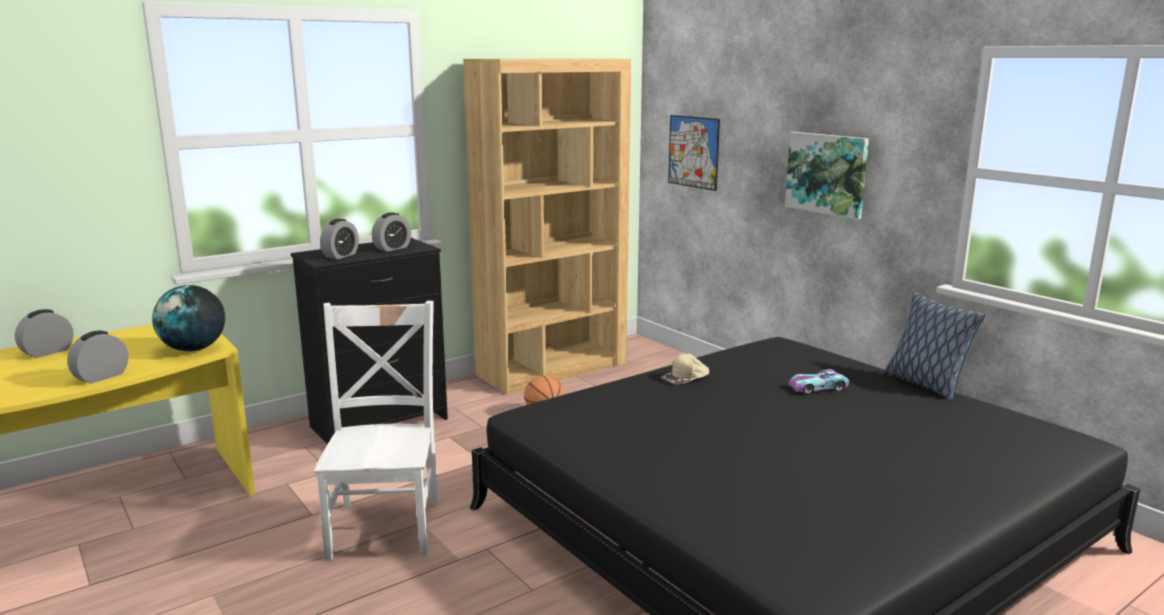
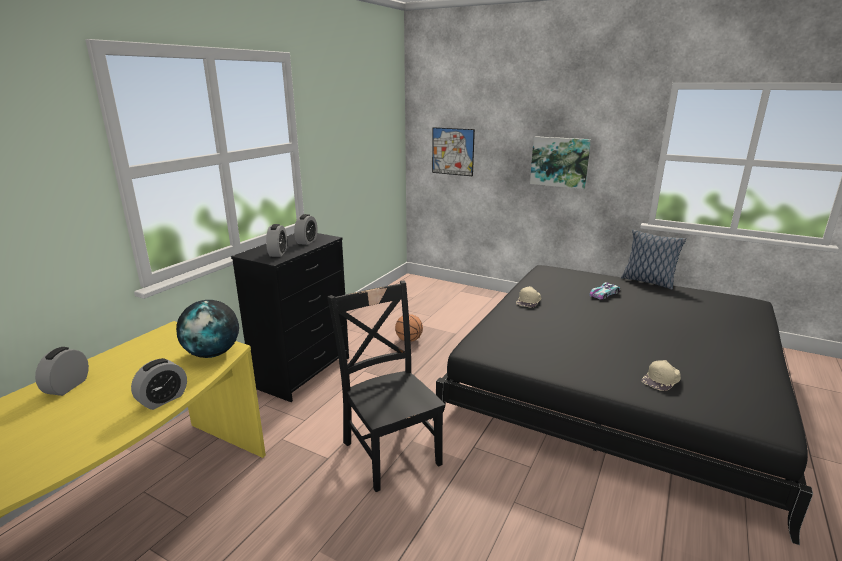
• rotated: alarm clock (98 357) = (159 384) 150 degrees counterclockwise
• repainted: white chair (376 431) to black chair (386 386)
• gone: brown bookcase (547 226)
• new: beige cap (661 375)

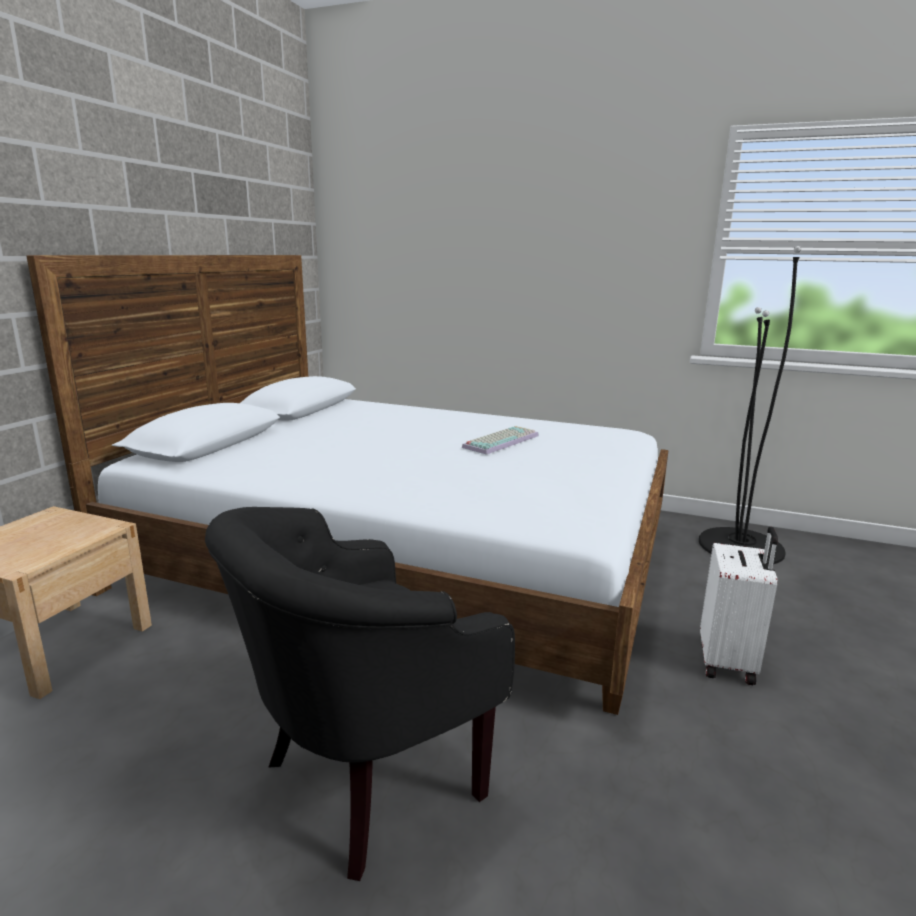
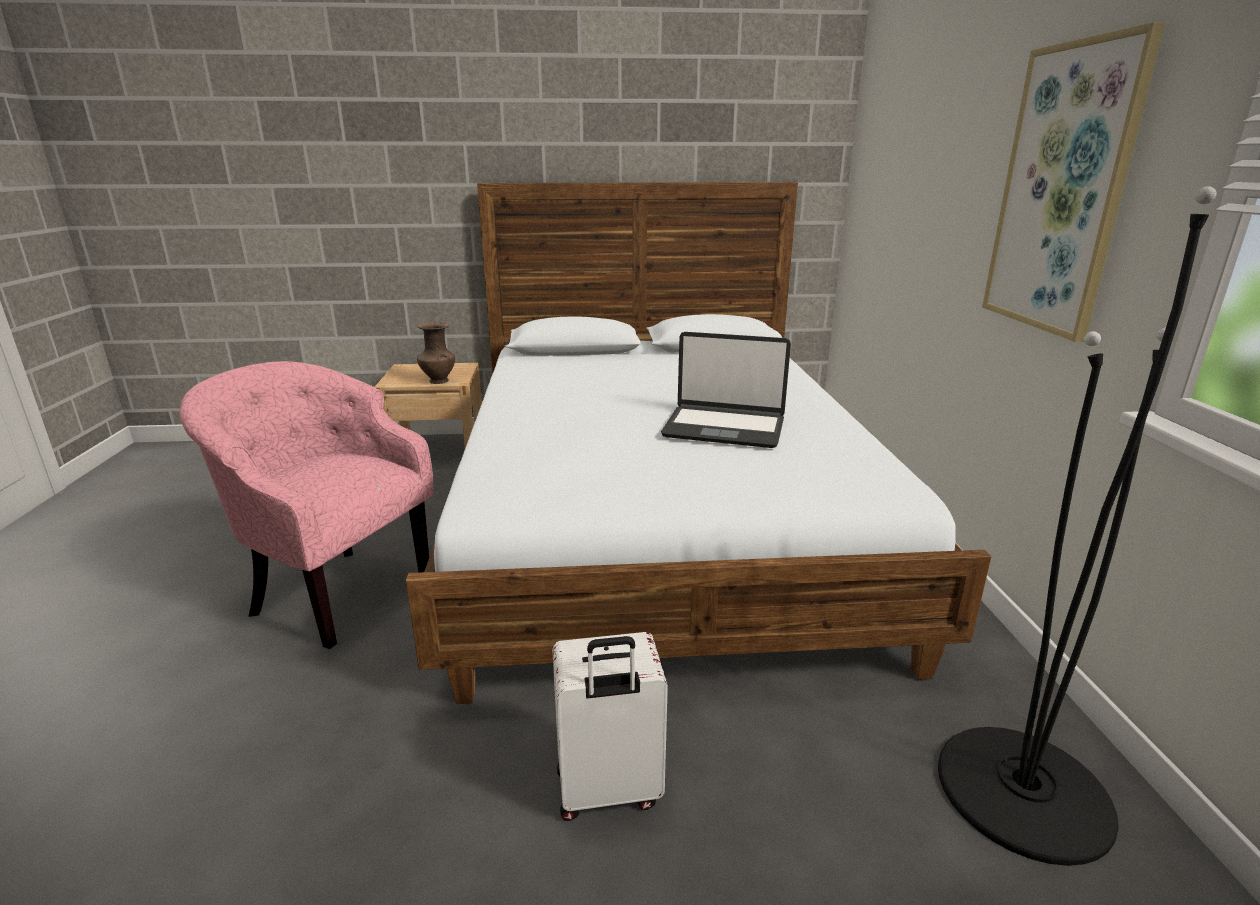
• repainted: black armchair (360 694) to pink armchair (306 505)
• swapped: keyboard (500 440) to laptop (726 390)
• new: brown vase (436 353)
• new: picture (1074 182)

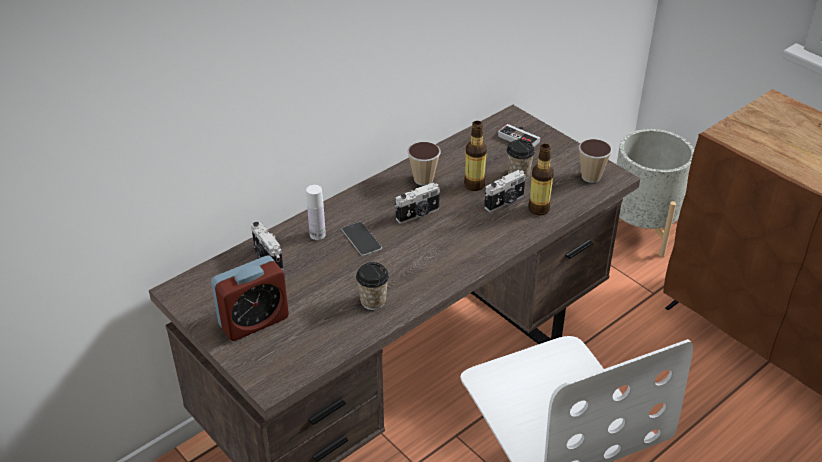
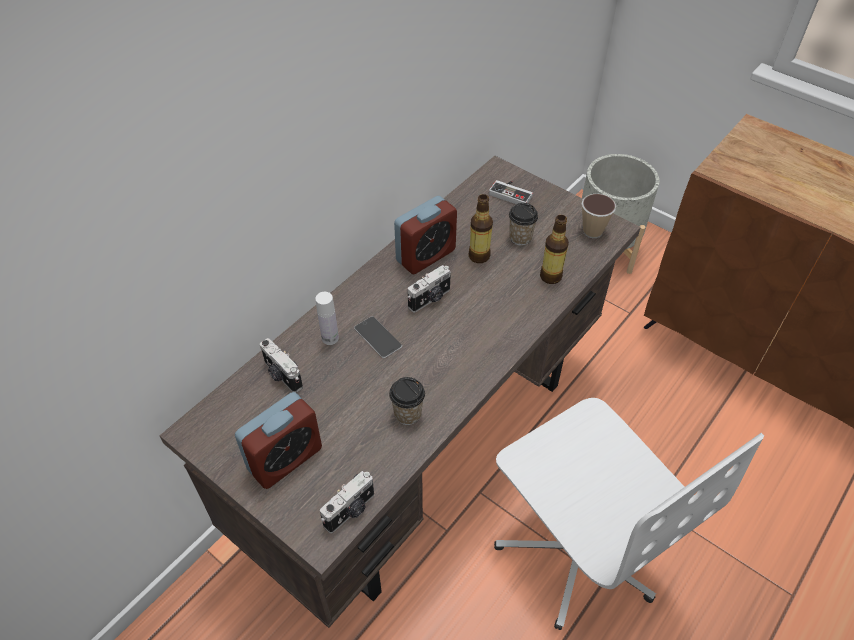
• swapped: cup (424 164) to alarm clock (425 235)
• shifted: photo camera (505 191) to (347 502)

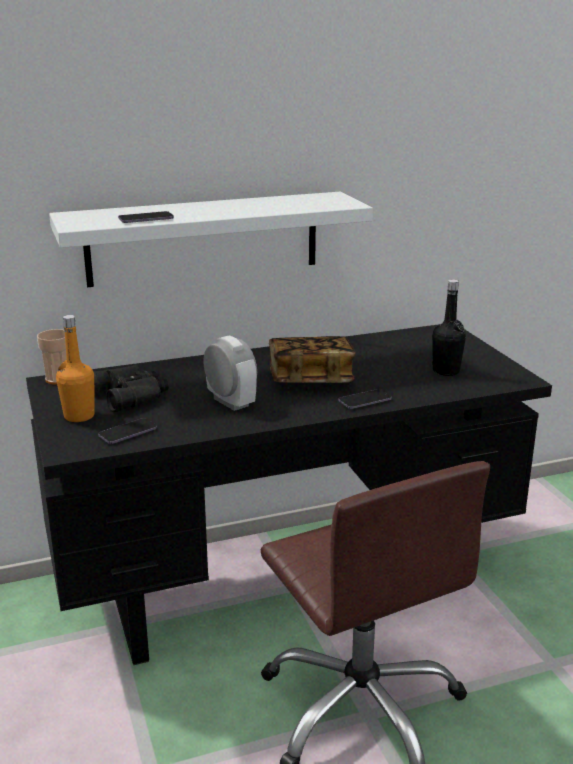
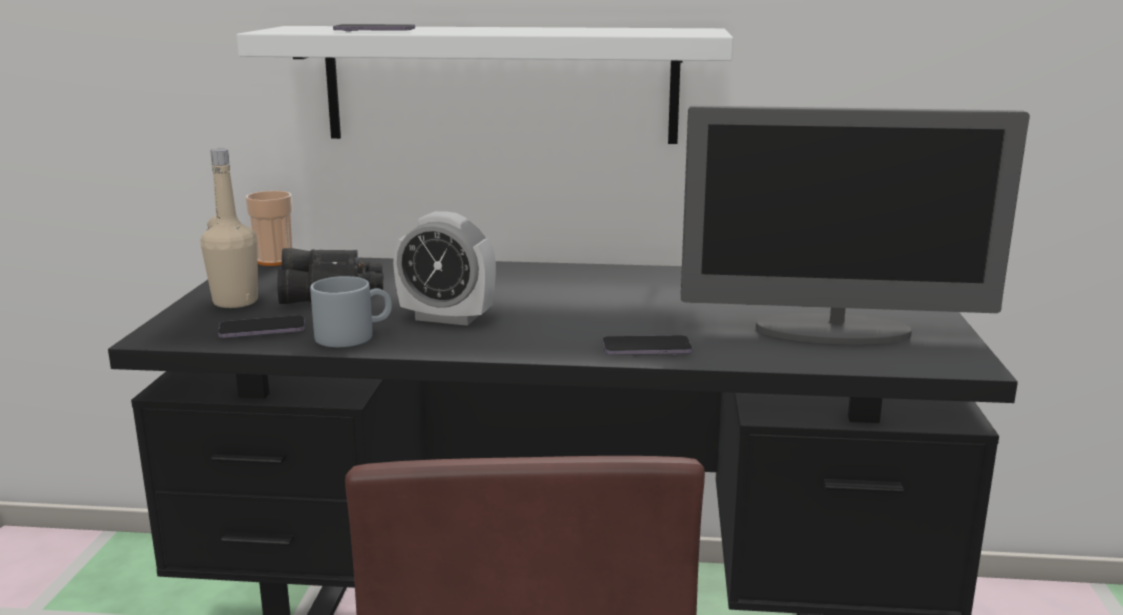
• repainted: orange bottle (75 368) to beige bottle (229 228)
• rotated: alarm clock (230 373) = (444 268) 120 degrees clockwise
• gone: book (312 359)
• swapped: black bottle (449 327) to monitor (855 225)
• new: grey mug (351 311)

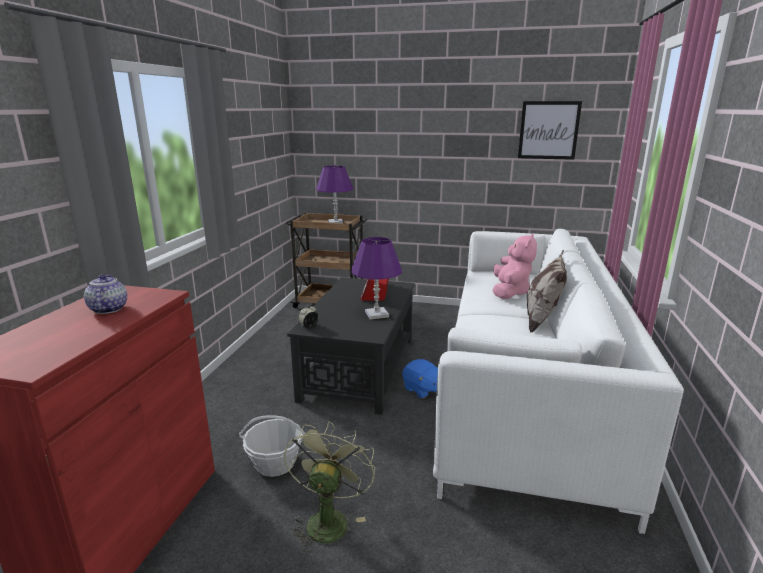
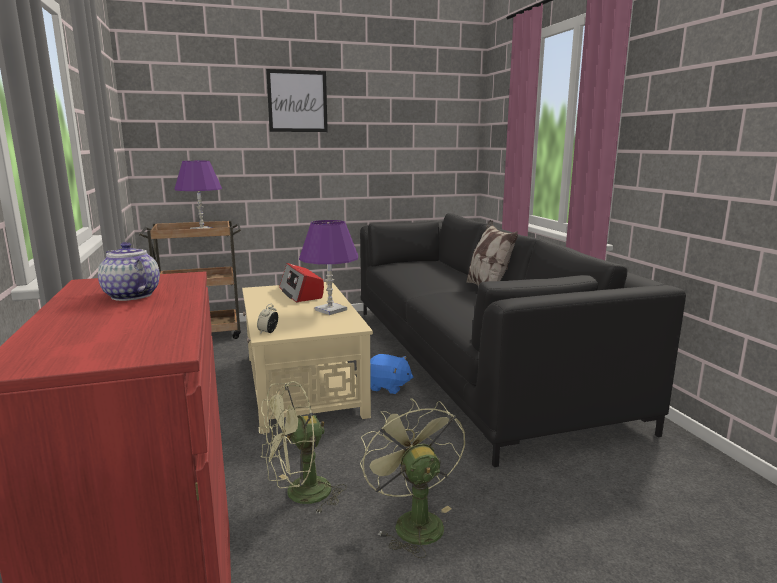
• swapped: basket (272 446) to green fan (303 447)
• repainted: black coffee table (351 346) to beige coffee table (307 358)
• repainted: white sofa (558 381) to black sofa (523 340)
• gone: pink plush toy (514 266)
• shifted: picture (550 130) to (297 100)

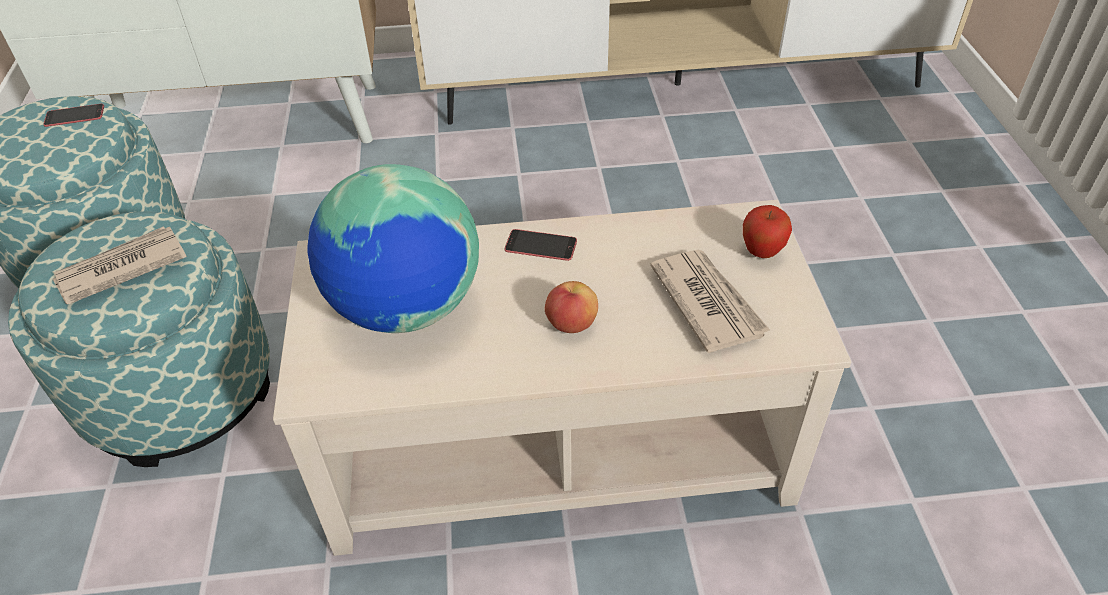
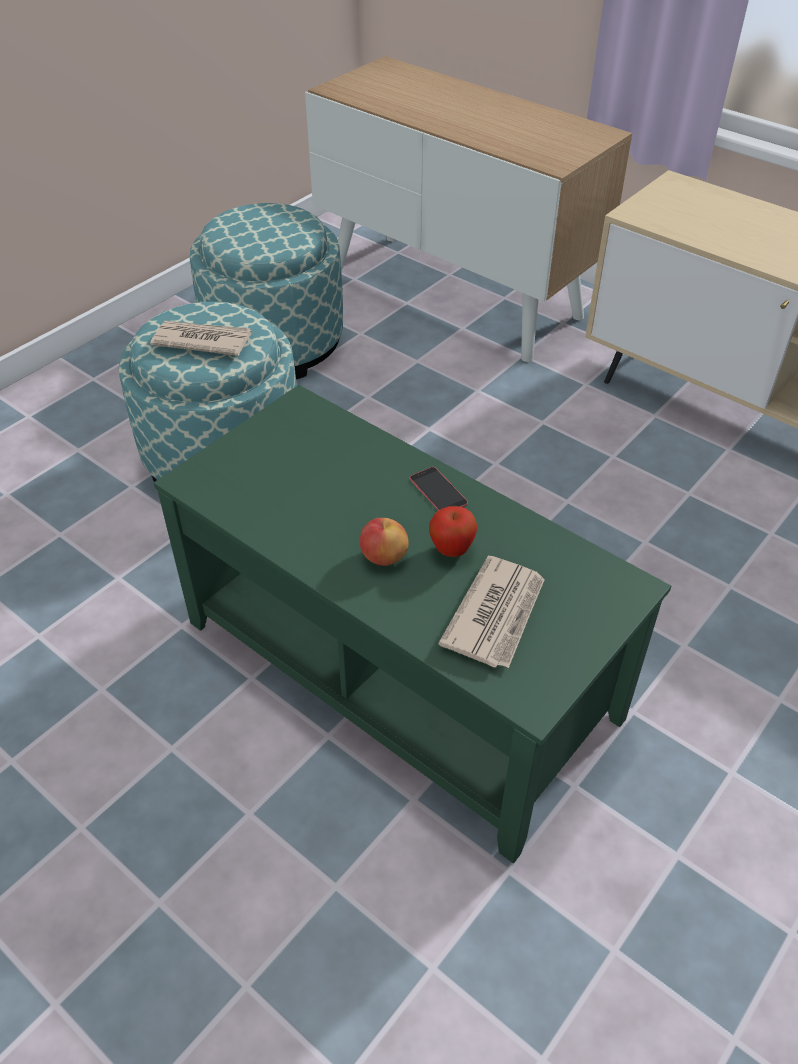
• gone: phone (73 115)
• repainted: beige coffee table (562 378) to green coffee table (412 624)
• gone: globe (393 248)
• shifted: apple (767 231) to (453 531)

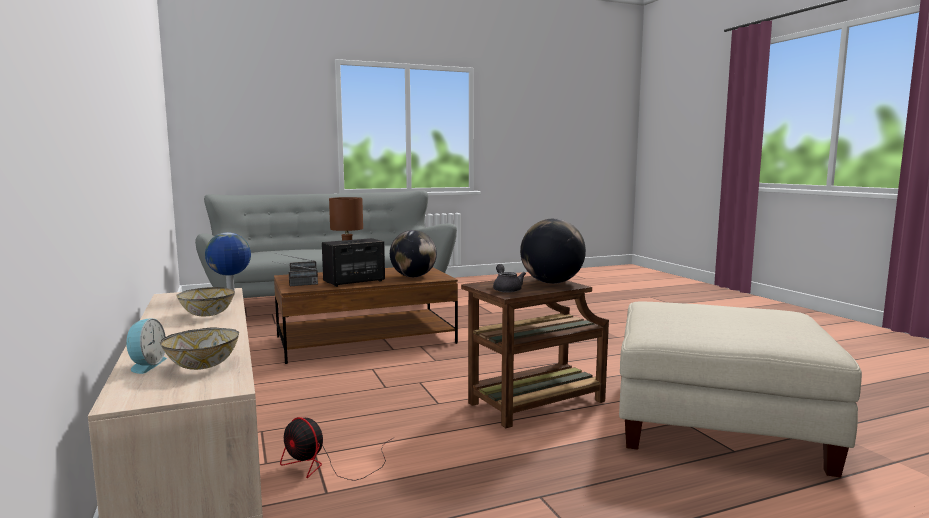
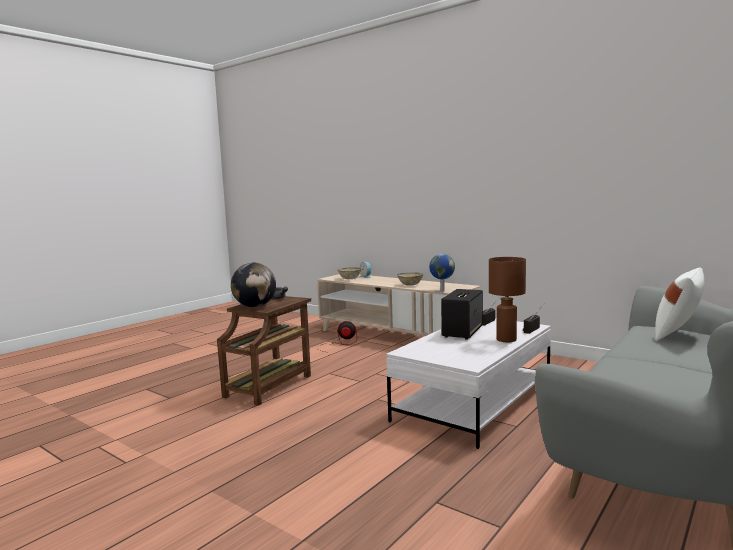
• repainted: brown coffee table (366 315) to white coffee table (468 383)
• gone: globe (413 253)
• gone: beige ottoman (740 389)
• new: white pillow (680 304)

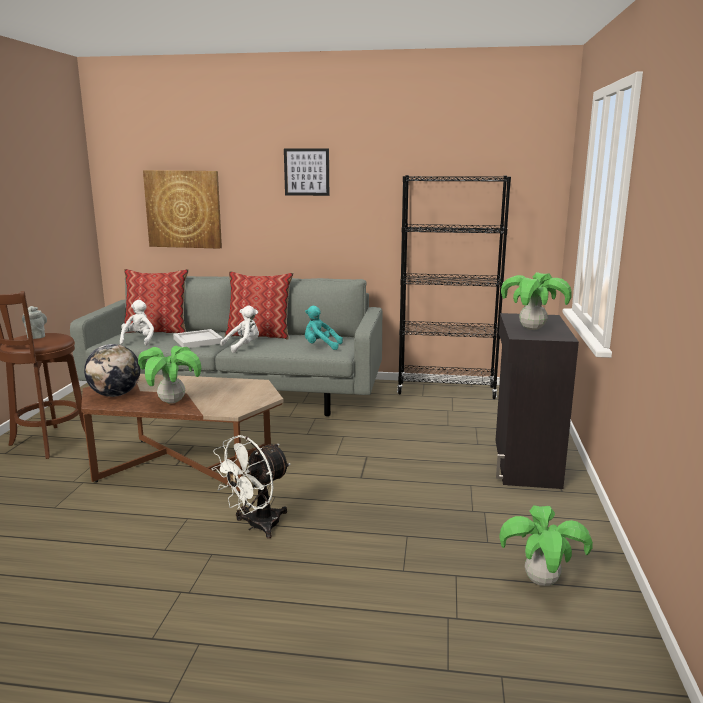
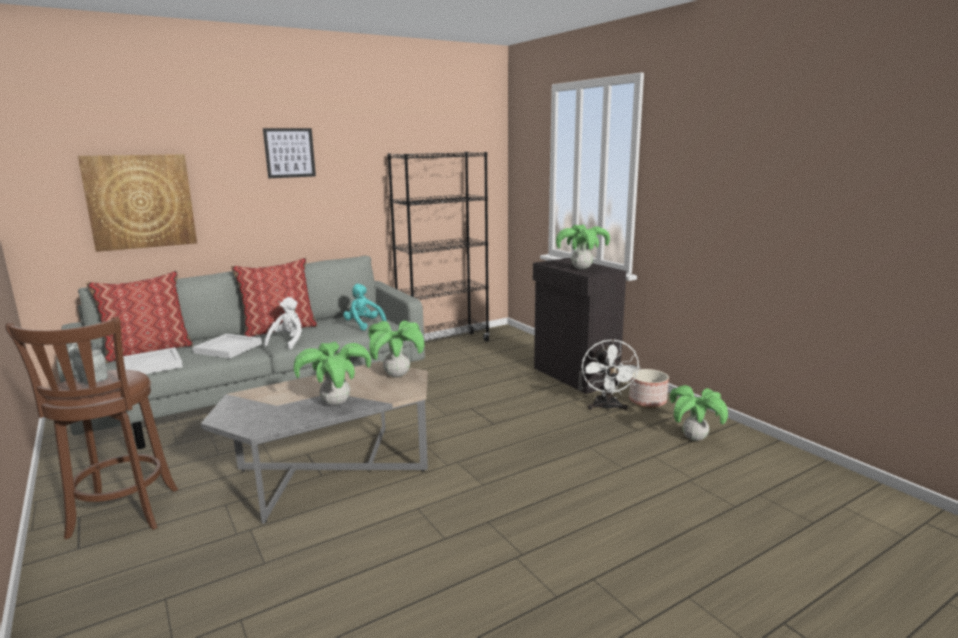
• repainted: brown coffee table (182 433) to grey coffee table (314 442)
• gone: globe (112 370)
• swapped: white plush toy (137 323) to white tray (153 360)
• shifted: white fan (250 487) to (611 375)
• rotated: turquoise plush toy (324 328) = (365 307) 75 degrees clockwise
• new: potted plant (396 349)
• new: planter (649 388)

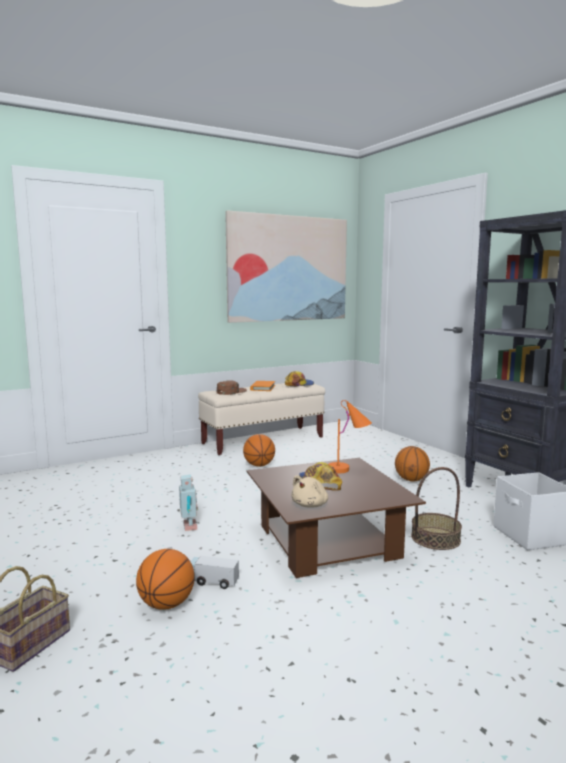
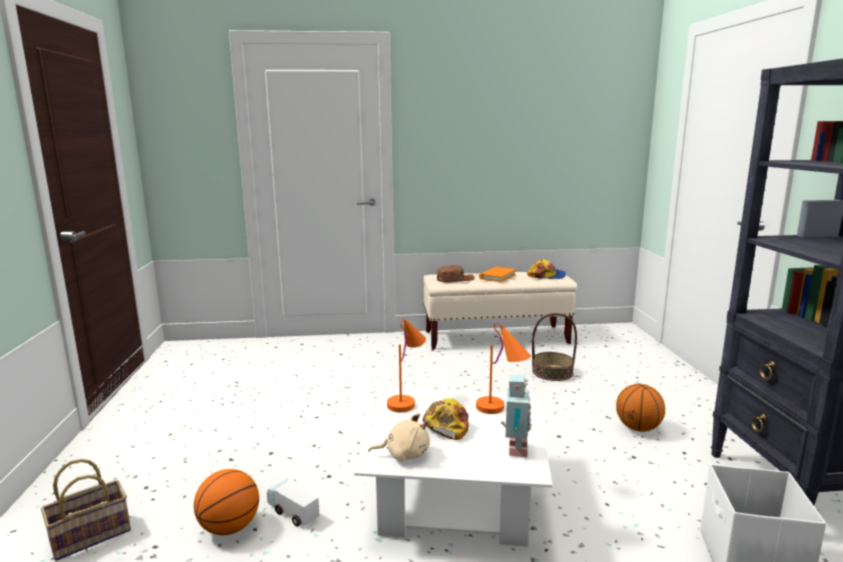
• shifted: toy robot (187 503) to (516 416)
• gone: picture (286 266)
• gone: basketball (259 450)
• repainted: brown coffee table (336 518) to white coffee table (453 467)
• rotated: beige plush toy (309 491) = (399 437) 150 degrees counterclockwise
• shifted: basket (436 508) to (554 347)
• new: orange table lamp (406 365)

